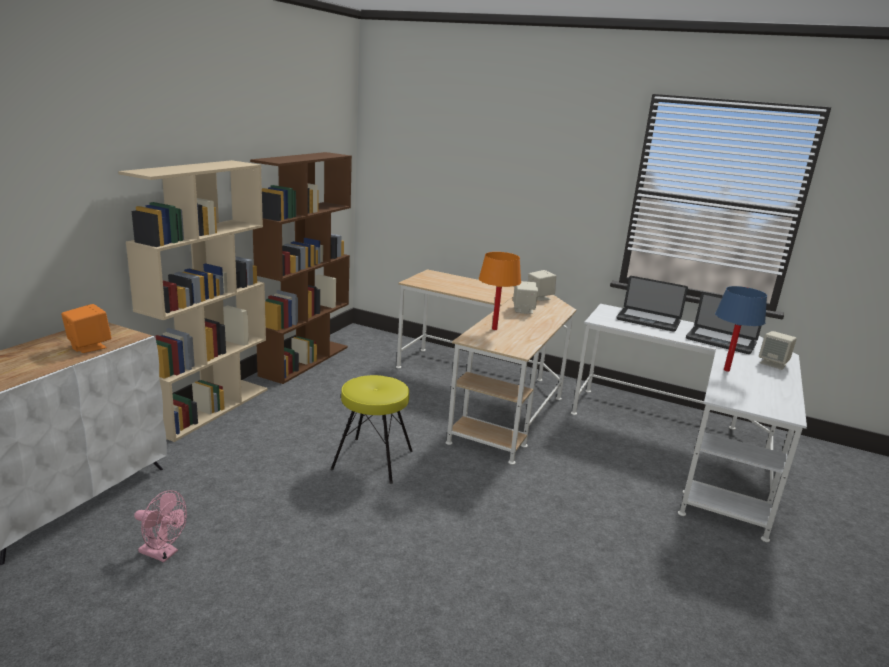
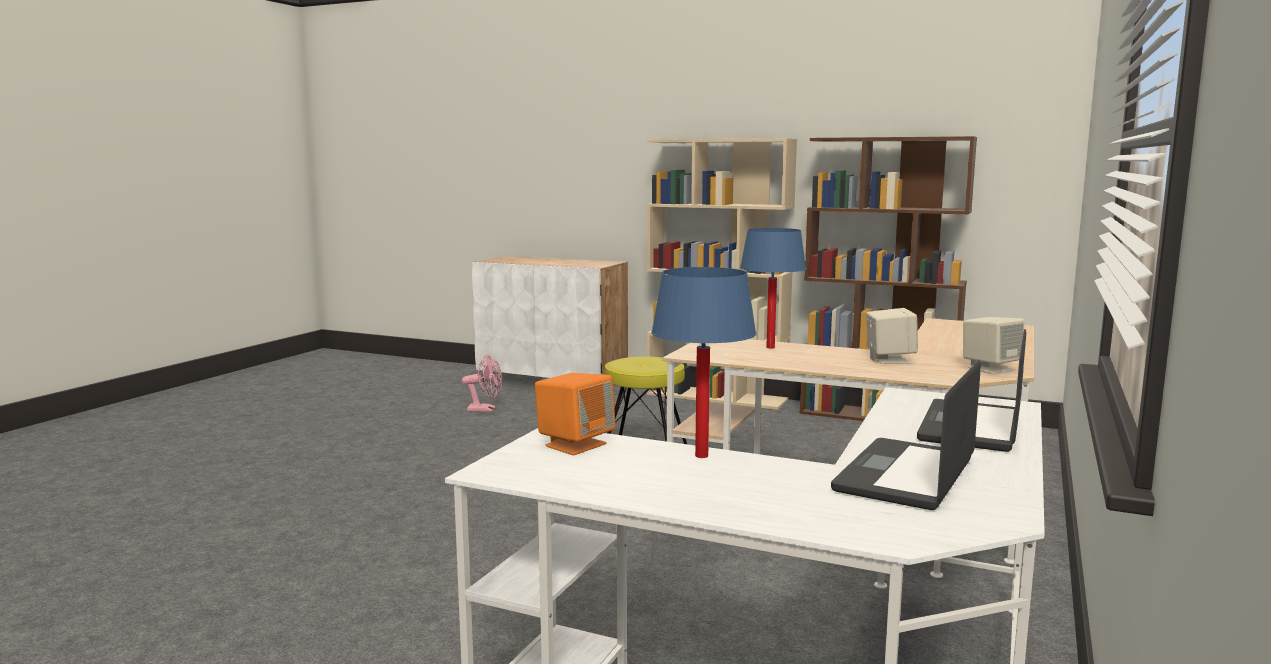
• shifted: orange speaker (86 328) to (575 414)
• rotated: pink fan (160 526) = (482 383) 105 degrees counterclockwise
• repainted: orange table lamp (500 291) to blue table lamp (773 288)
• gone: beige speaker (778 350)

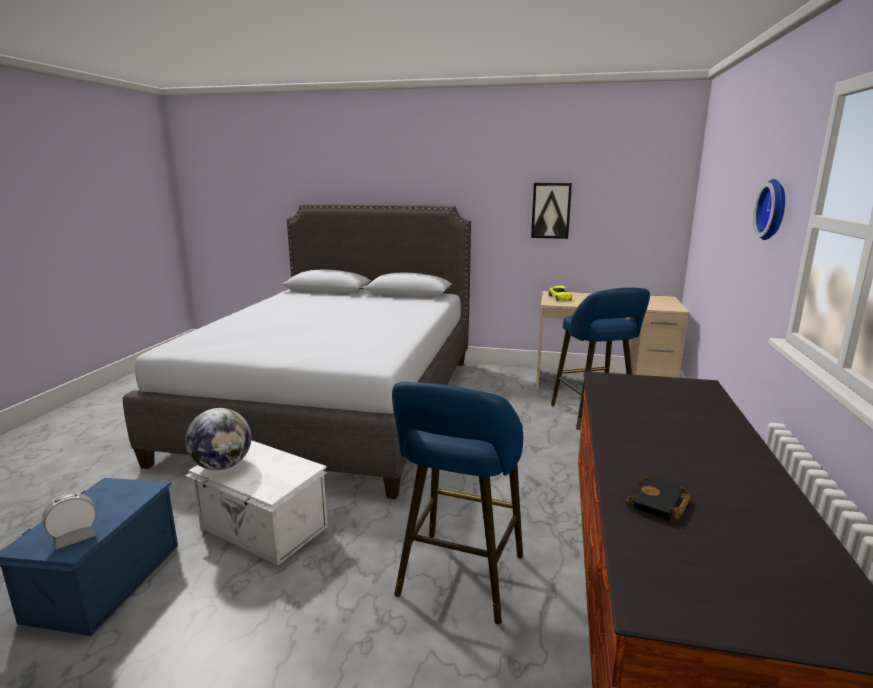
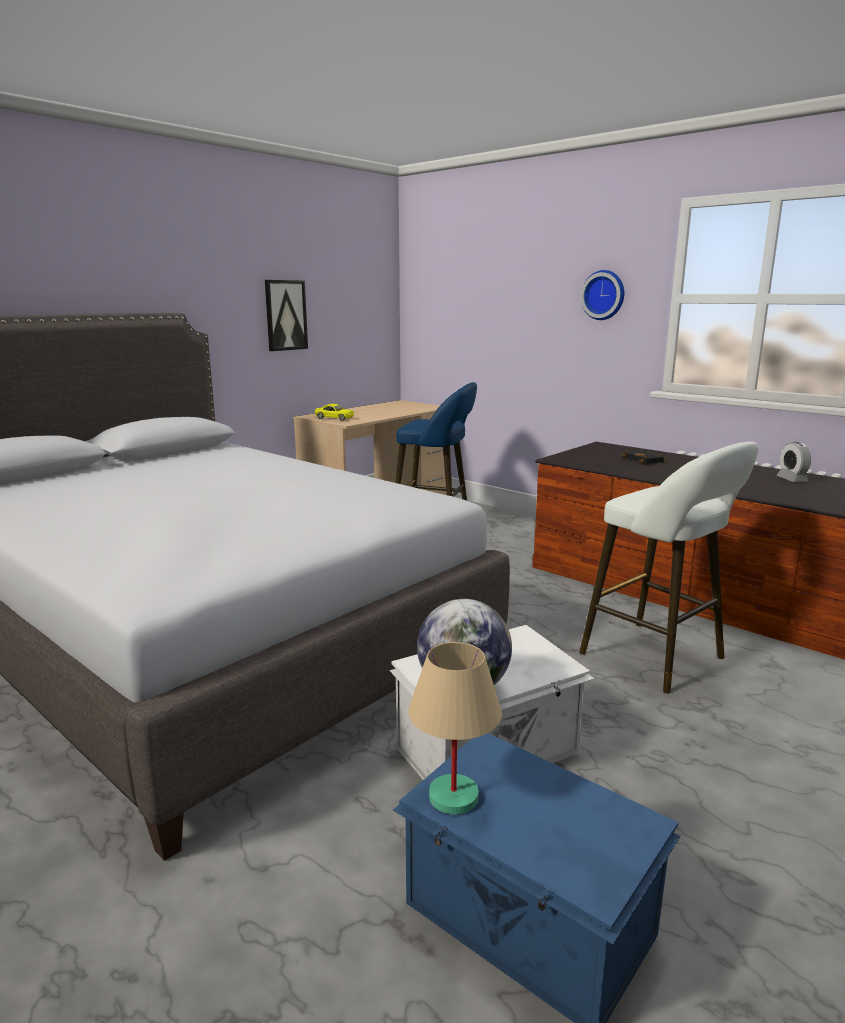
• shifted: alarm clock (70 521) to (793 462)
• repainted: blue stool (457 503) to white stool (668 567)
• shifted: black book (658 499) to (643 457)
• new: beige table lamp (455 728)

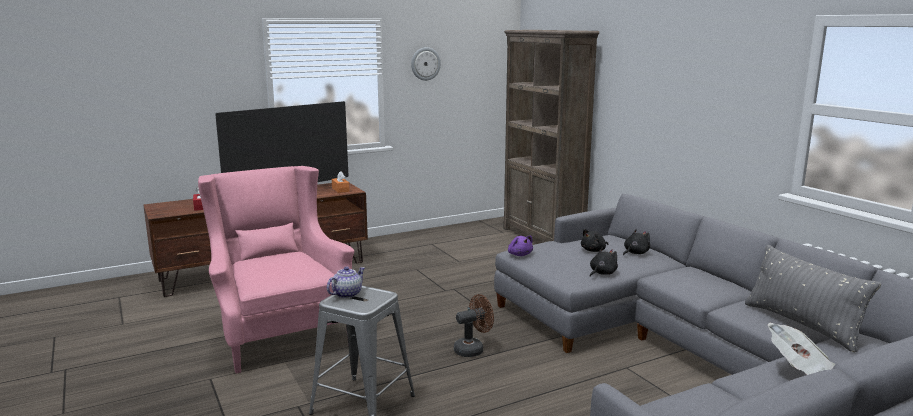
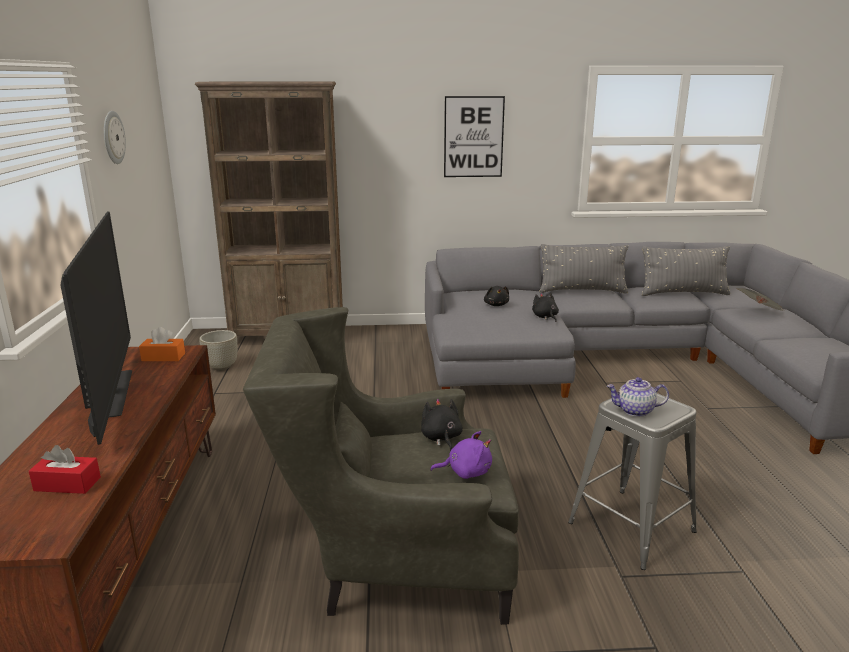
• repainted: pink armchair (276 270) to grey armchair (381 466)
• rotated: teapot (346 282) = (638 397) 60 degrees counterclockwise
• gone: brown fan (474 325)
• shifted: purple plush toy (520 246) to (461 455)
• shifted: black plush toy (636 242) to (442 425)
• new: grey planter (218 350)
• new: picture (474 136)
• new: grey pillow (583 268)

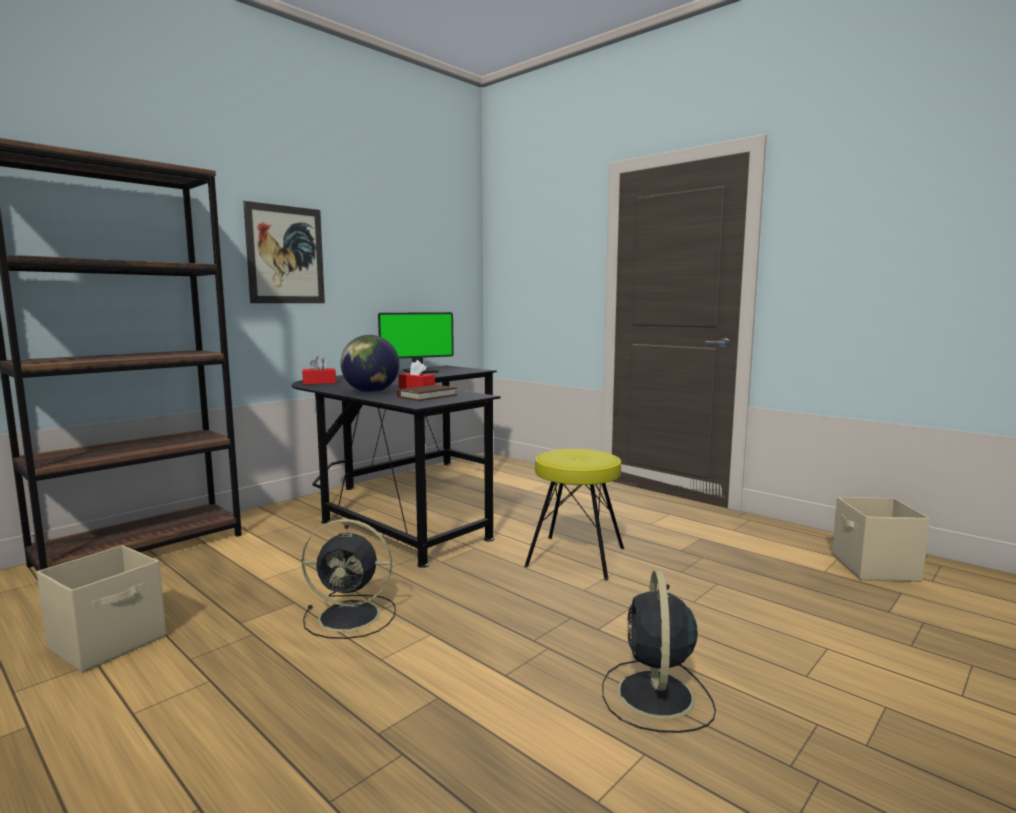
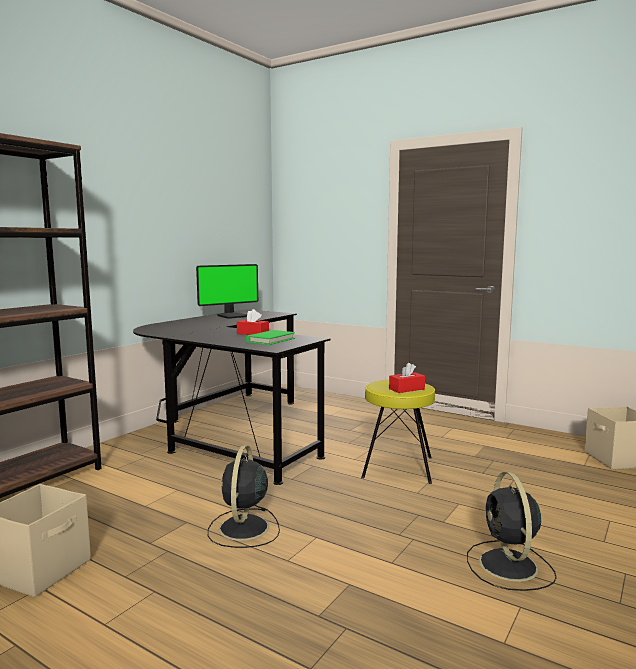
• gone: picture (284 252)
• rotated: black fan (348 579) = (244 496) 105 degrees clockwise
• shifted: red tissue box (319 370) to (407 378)
• gone: globe (370 364)
• repainted: brown book (427 393) to green book (270 337)

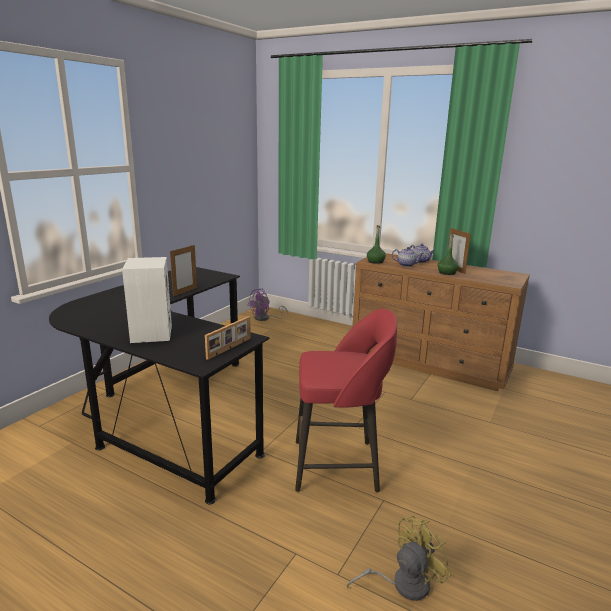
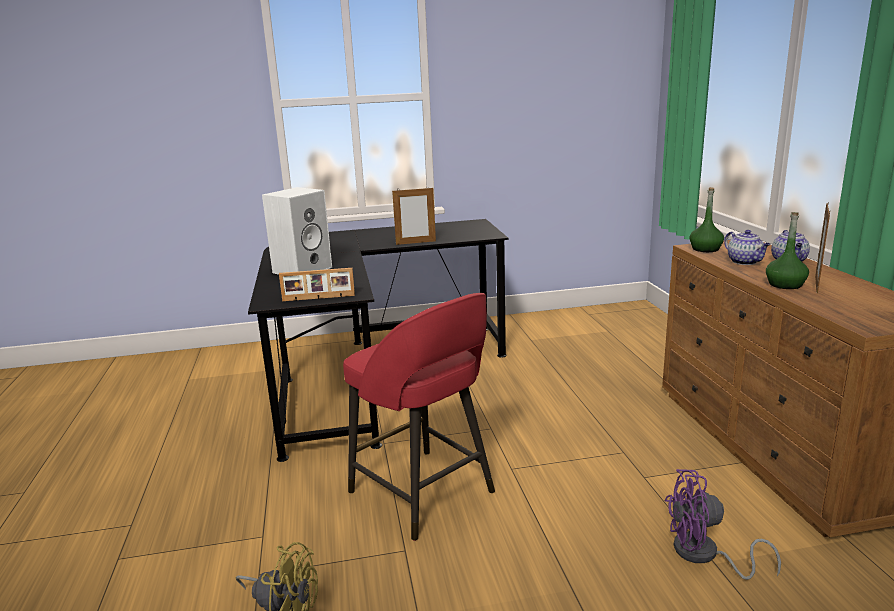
• shifted: purple fan (267 305) to (723 524)

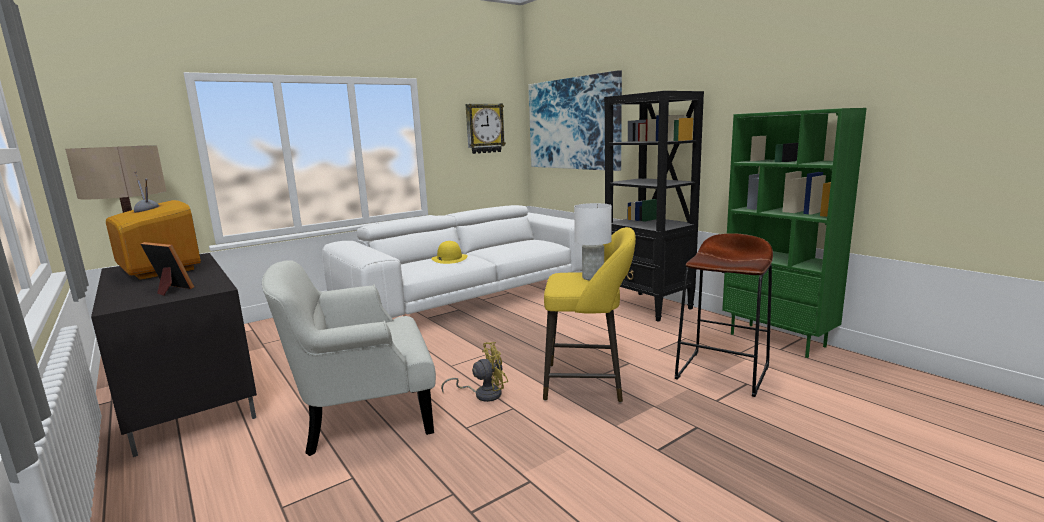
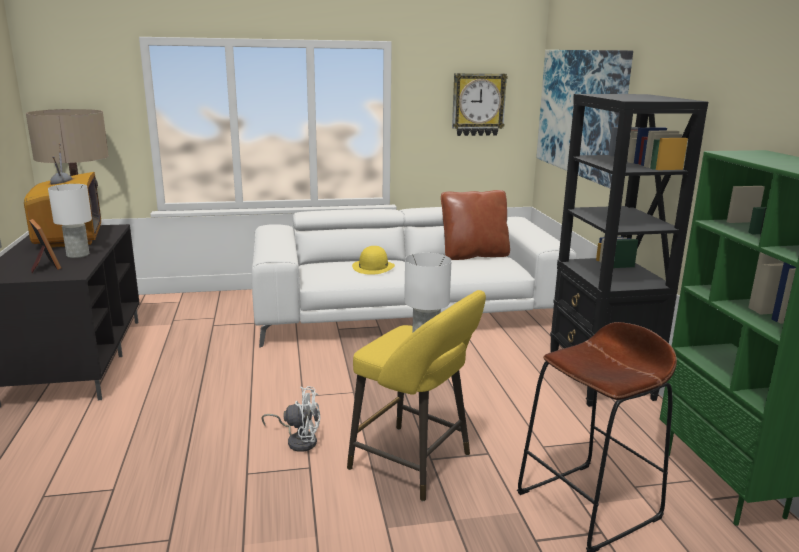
• gone: white armchair (349 358)
• repainted: yellow fan (474 372) to white fan (290 419)
• new: white table lamp (70 221)
• new: brown pillow (475 225)

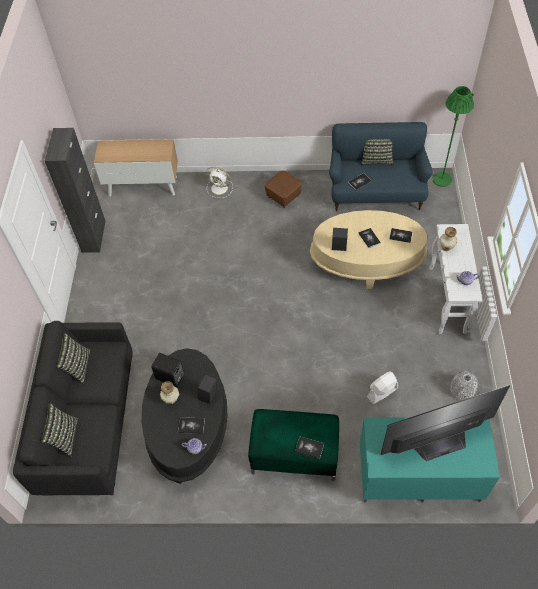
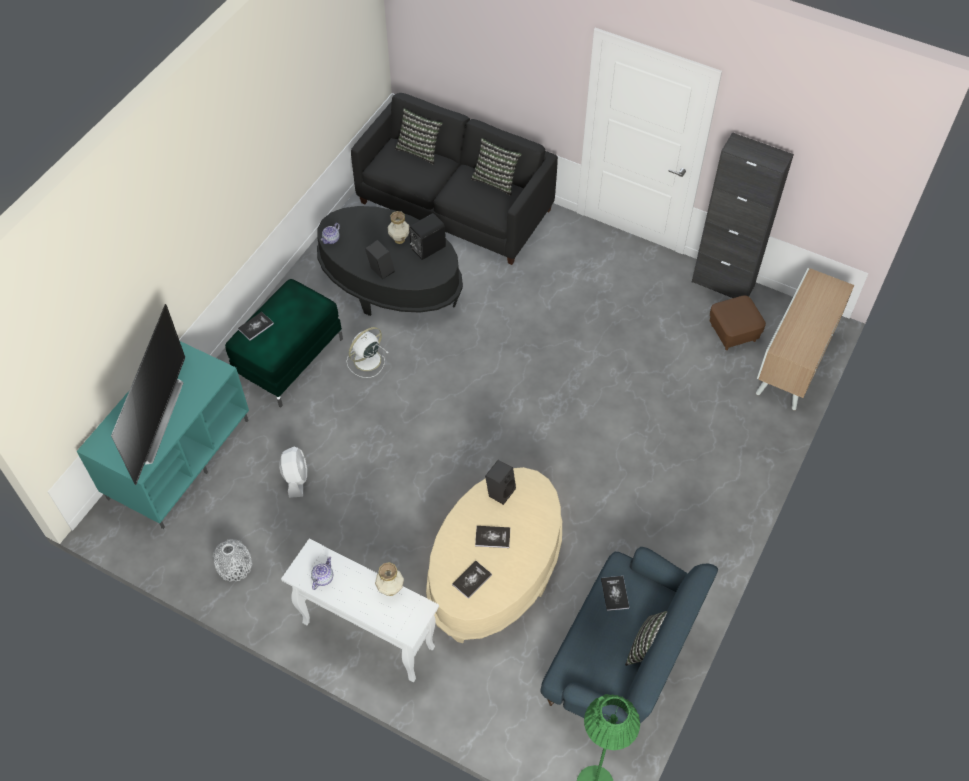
• gone: book (191 425)
• shifted: white fan (219 182) to (367 352)
• shifted: brown ottoman (283 189) to (738 322)

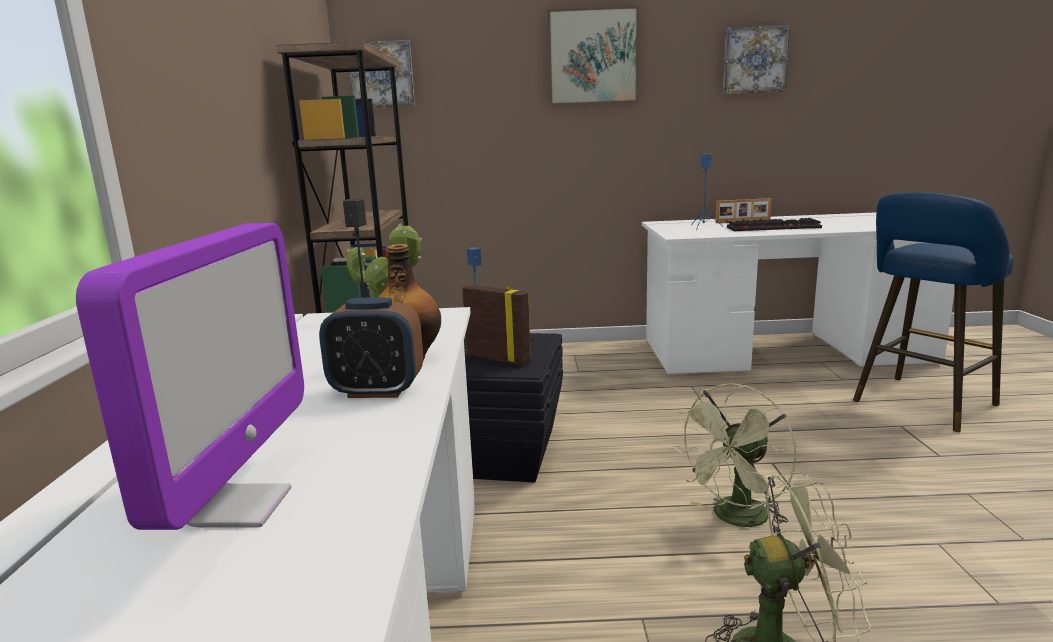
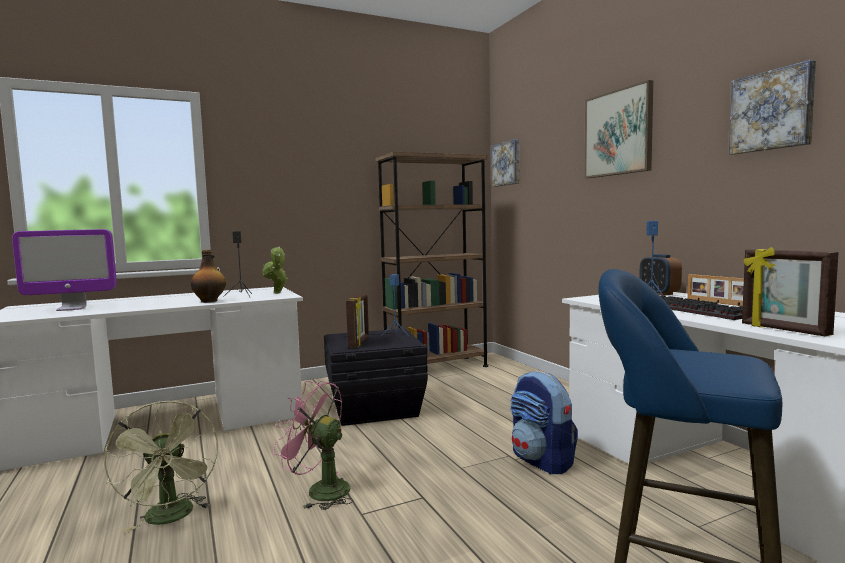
• shifted: alarm clock (371 347) to (660 274)
• repainted: green fan (735 458) to pink fan (313 445)
• new: backpack (544 422)
• new: picture frame (790 291)

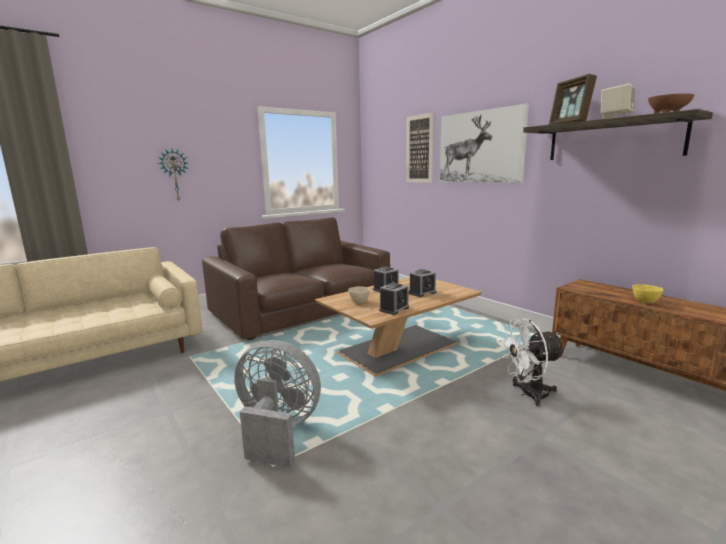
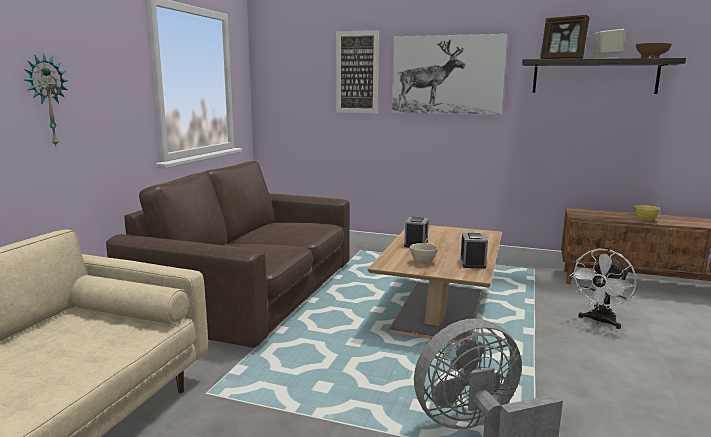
• gone: alarm clock (422 283)

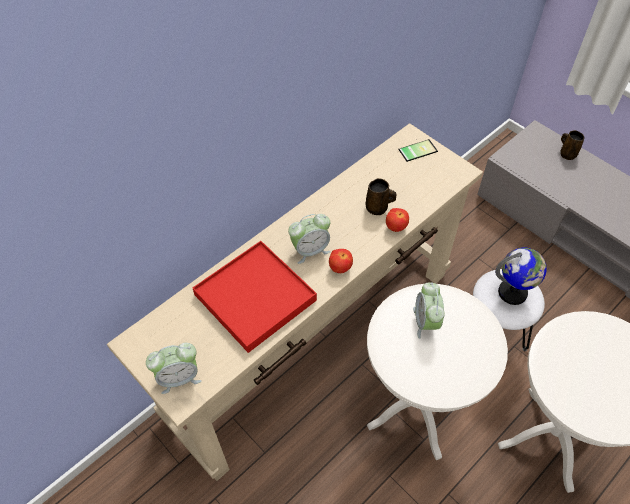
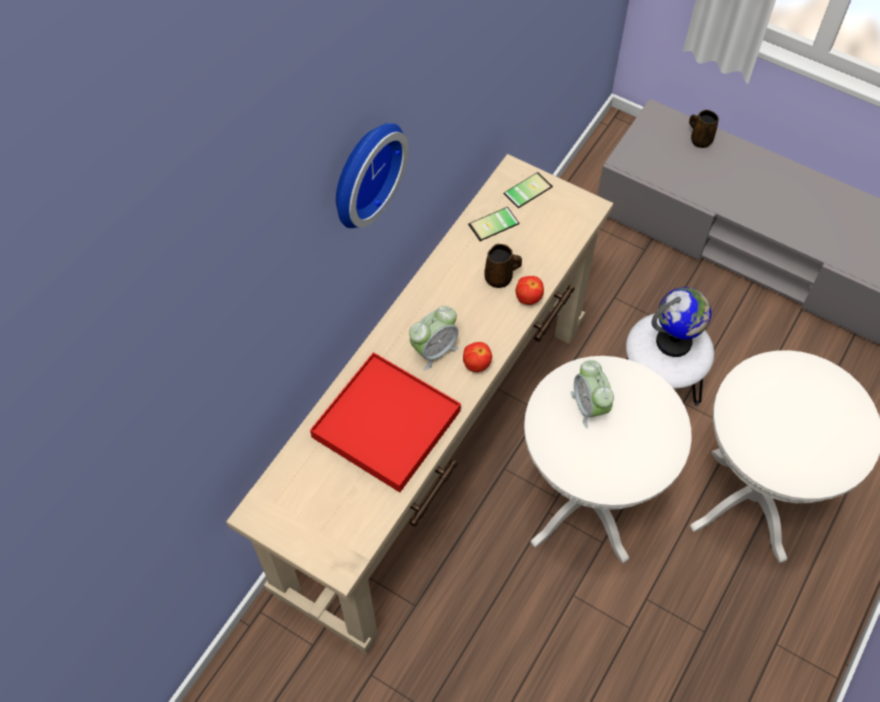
• gone: alarm clock (174 368)
• new: wall clock (372 175)
• new: phone (493 224)

